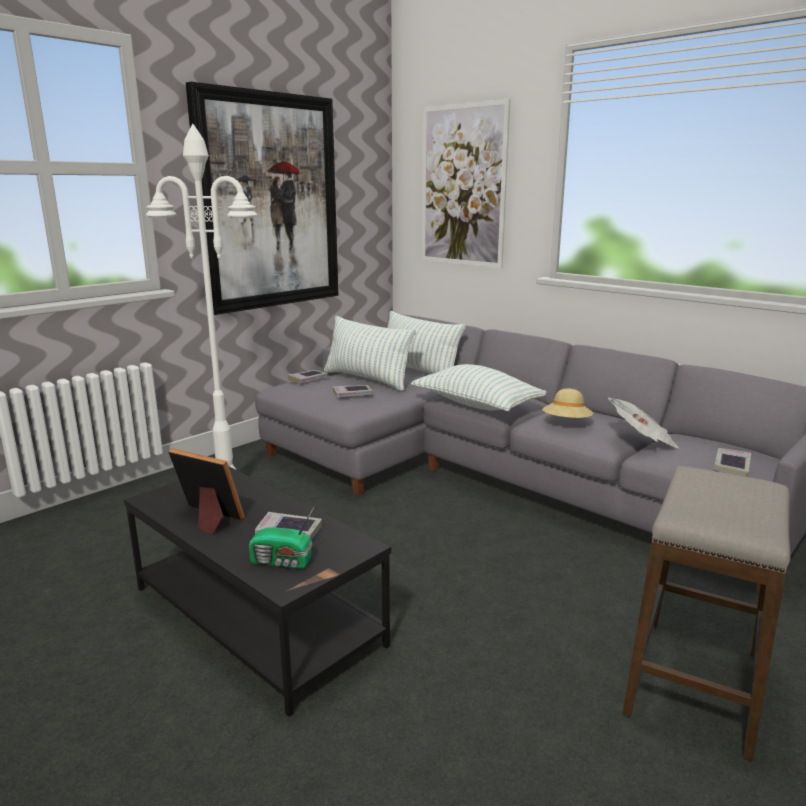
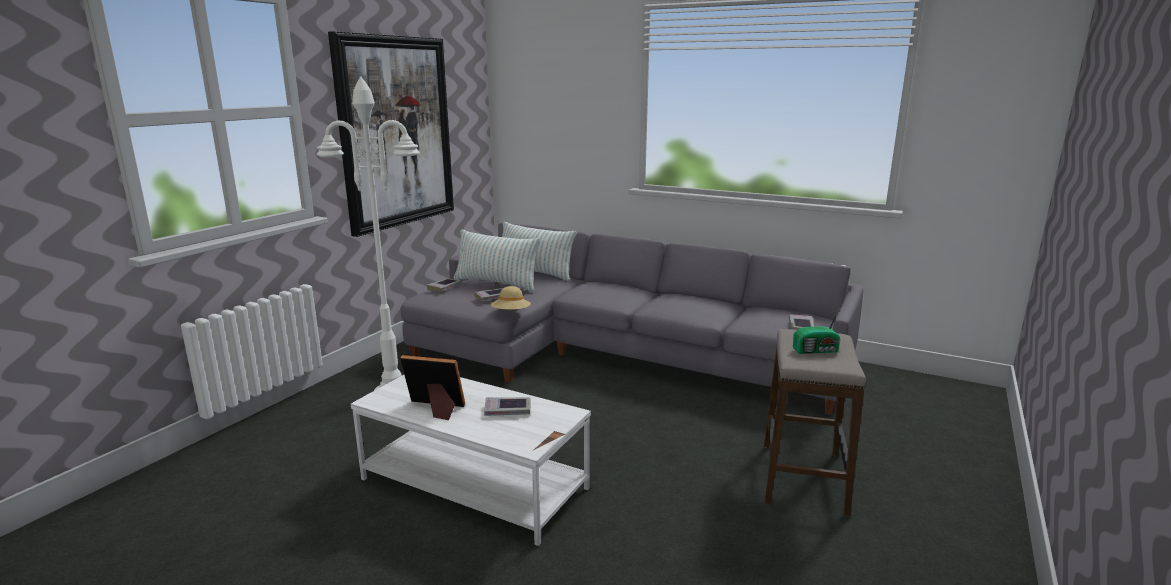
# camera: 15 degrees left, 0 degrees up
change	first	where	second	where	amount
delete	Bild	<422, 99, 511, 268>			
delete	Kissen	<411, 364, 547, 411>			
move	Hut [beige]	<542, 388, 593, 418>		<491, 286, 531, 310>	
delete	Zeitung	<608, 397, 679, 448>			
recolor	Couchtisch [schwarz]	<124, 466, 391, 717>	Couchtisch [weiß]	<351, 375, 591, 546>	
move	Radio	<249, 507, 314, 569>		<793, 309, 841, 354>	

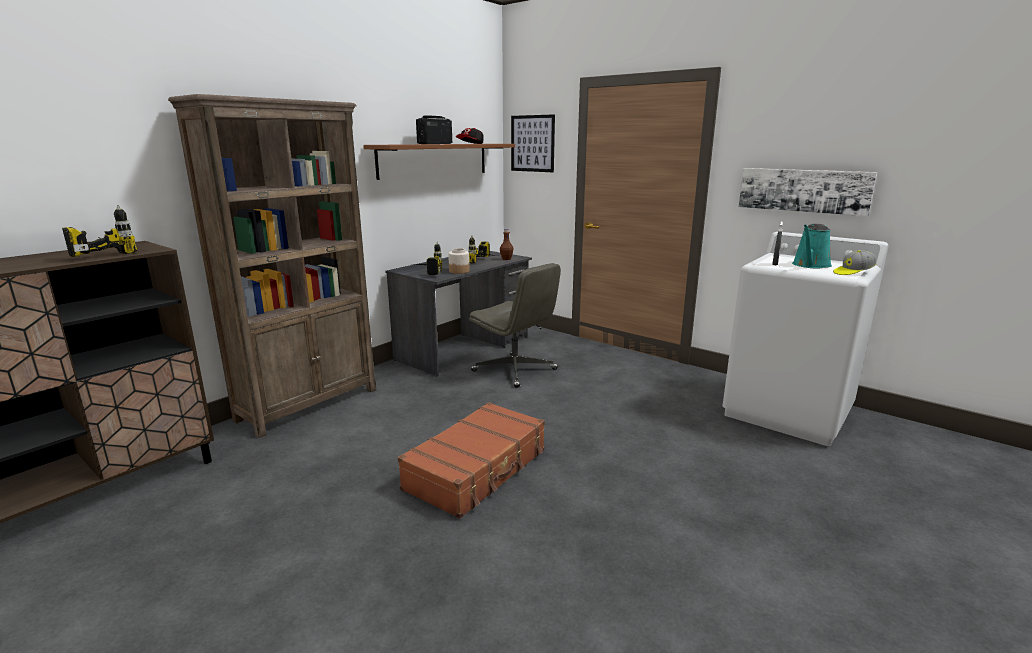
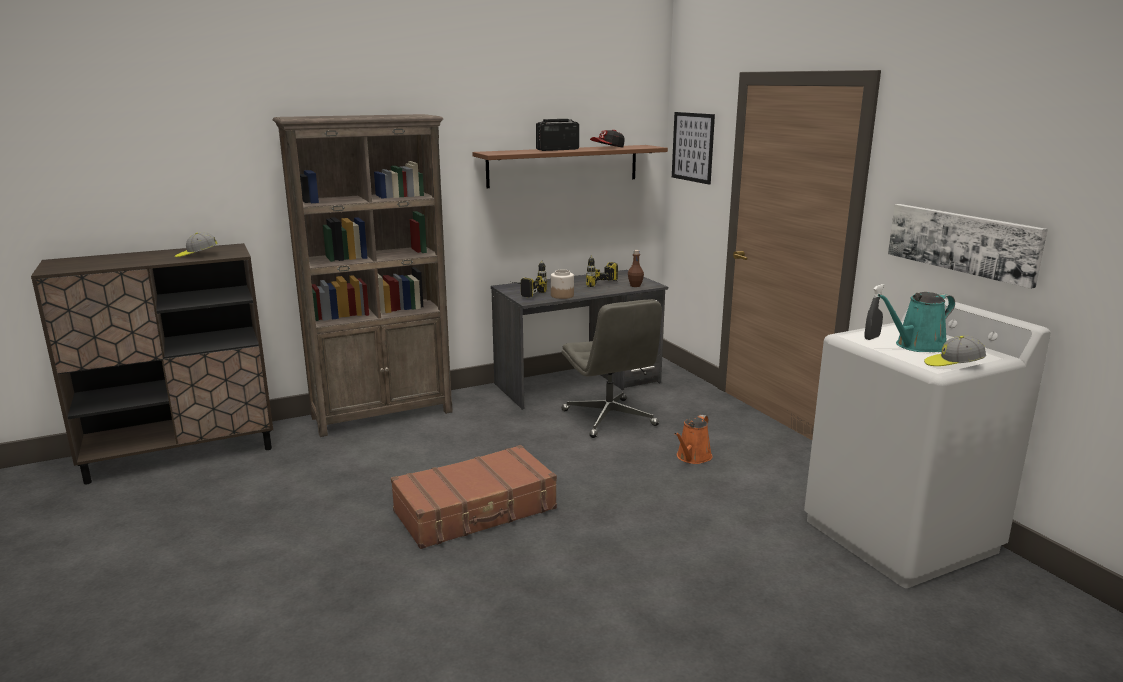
# camera: 25 degrees right, 0 degrees up
change	first	where	second	where	amount
replace	Bohrmaschine	<62, 205, 137, 257>	Kappe	<175, 232, 217, 257>	
insert			Gießkanne [orange]	<674, 415, 712, 464>	

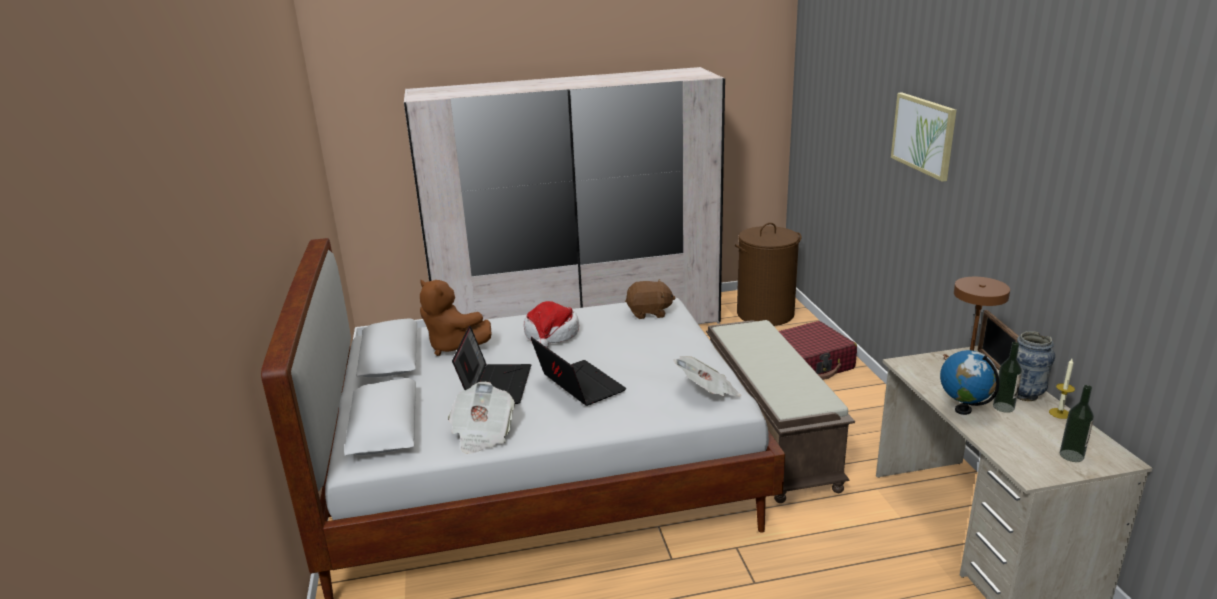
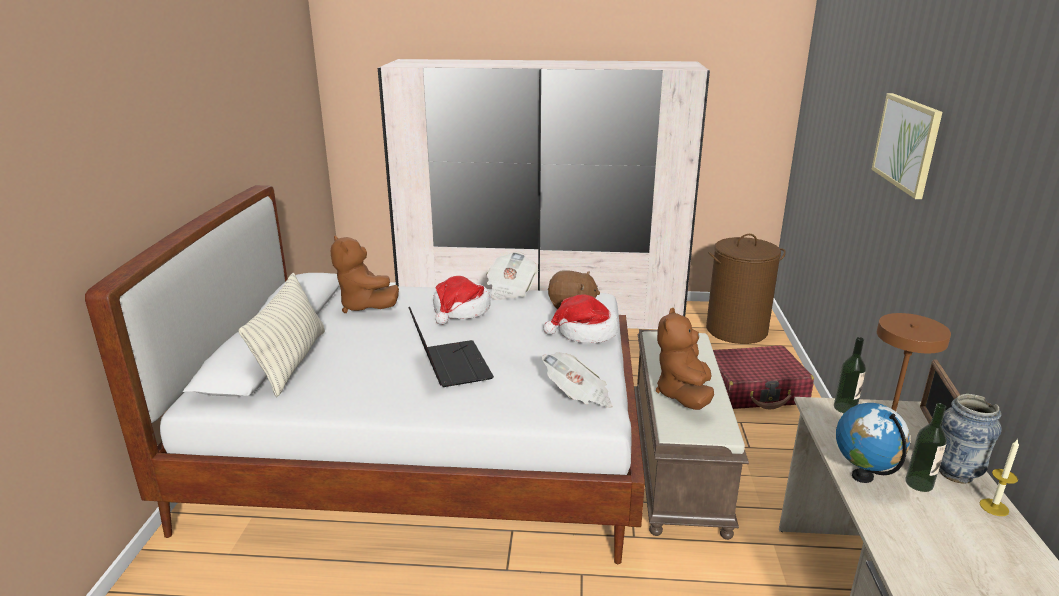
# camera: 15 degrees right, 0 degrees up
change	first	where	second	where	amount
delete	Laptop	<452, 326, 531, 404>			
move	Zeitung	<448, 382, 515, 454>		<486, 252, 538, 300>	
move	Flasche	<1060, 385, 1094, 462>		<834, 337, 866, 413>	
insert			Kissen	<239, 273, 325, 397>	
insert			Hut	<543, 294, 619, 343>	
insert			Plüschtier [braun]	<656, 308, 714, 410>	

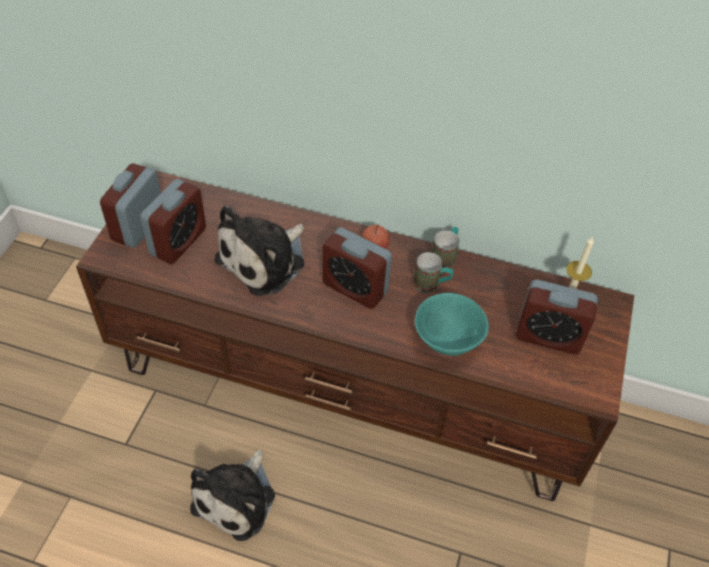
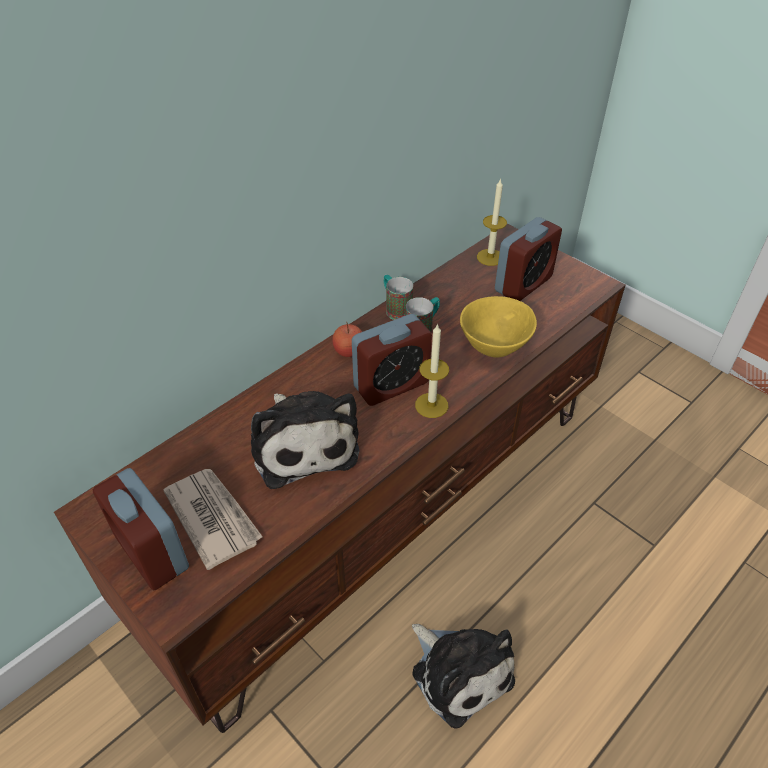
# camera: 60 degrees left, 5 degrees down
change	first	where	second	where	amount
replace	Wecker	<140, 179, 206, 264>	Zeitung	<163, 469, 263, 570>	
recolor	Schüssel [türkis]	<415, 293, 489, 356>	Schüssel [gelb]	<460, 296, 537, 358>	
insert			Kerze	<415, 323, 449, 418>	

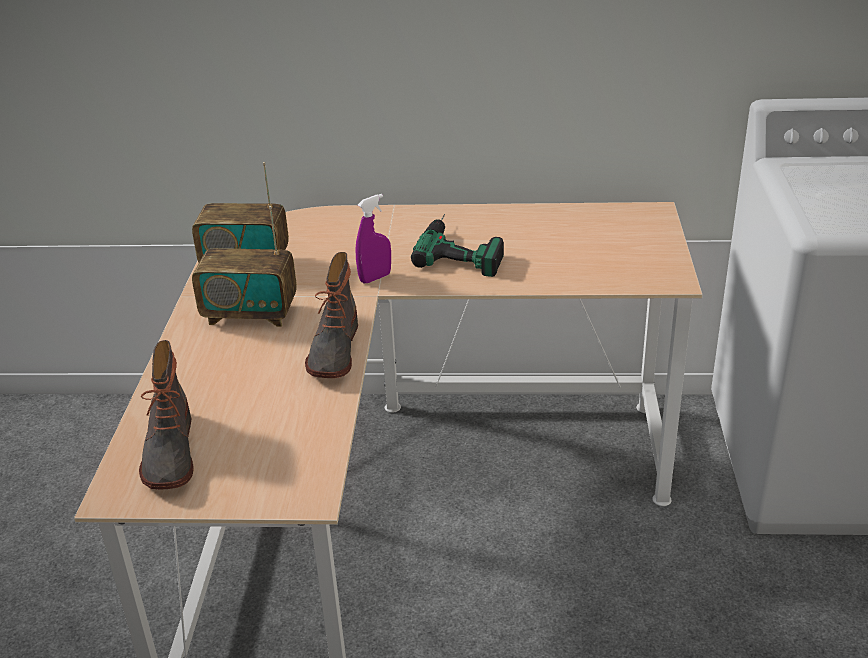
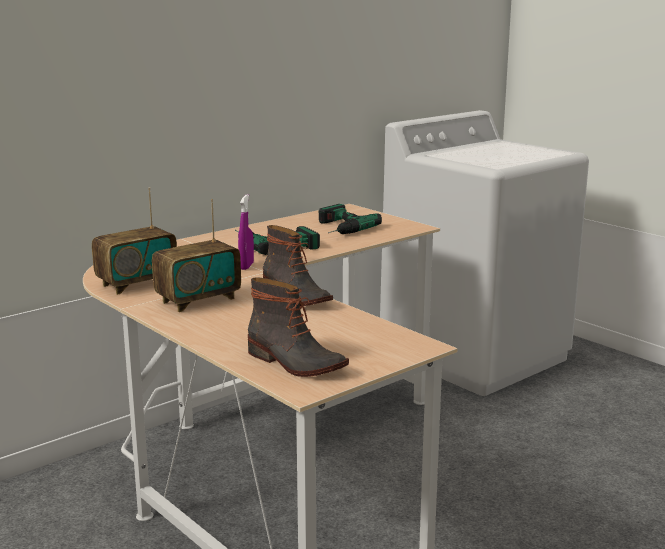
# camera: 45 degrees left, 15 degrees down
change	first	where	second	where	amount
insert			Bohrmaschine	<319, 204, 382, 234>	

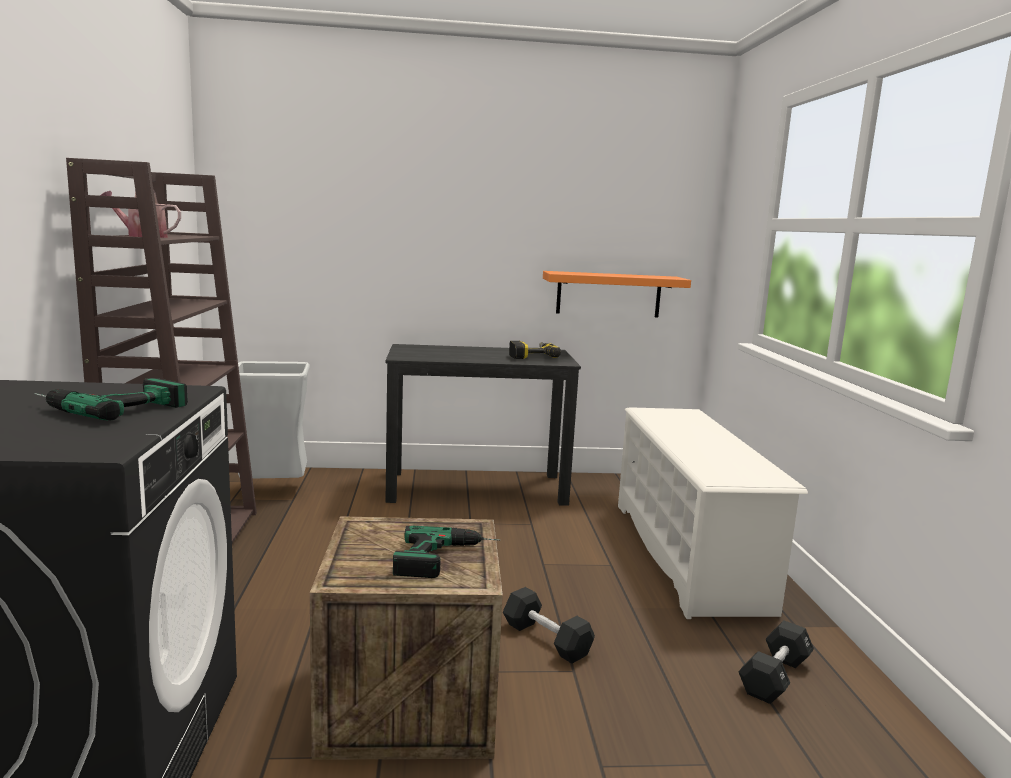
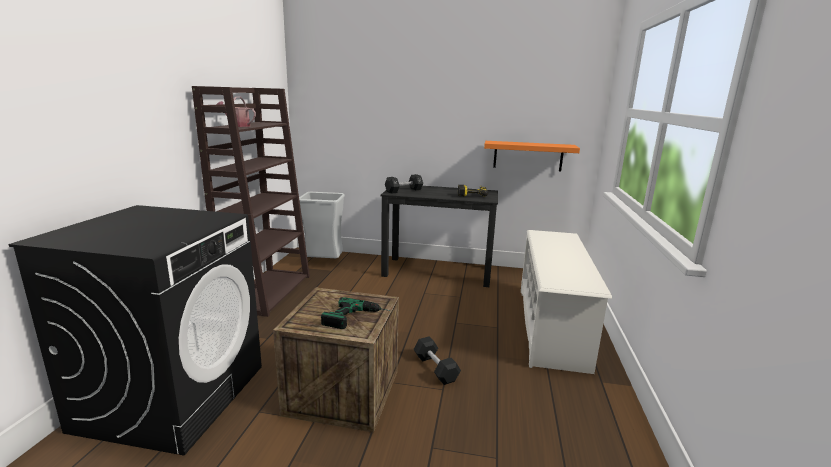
# camera: 15 degrees right, 5 degrees up
change	first	where	second	where	amount
delete	Bohrmaschine	<35, 378, 188, 420>			
move	Hantel [schwarz]	<738, 621, 814, 704>		<385, 174, 423, 194>	

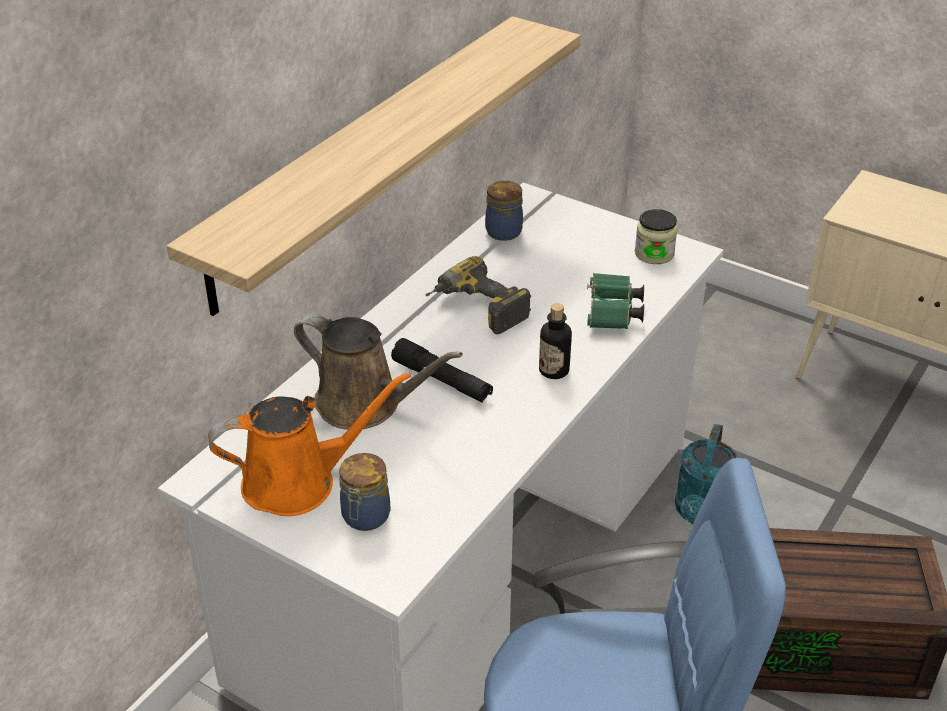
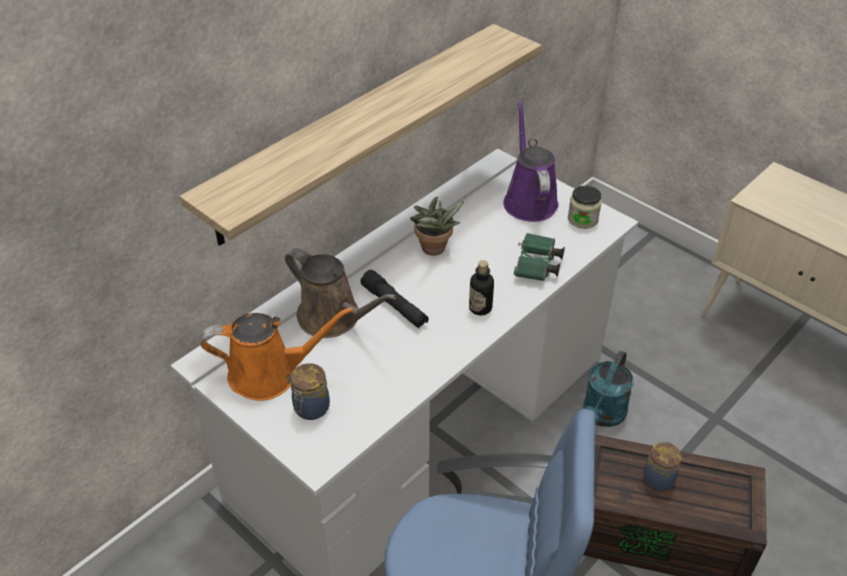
# camera: 10 degrees right, 5 degrees up
change	first	where	second	where	amount
move	Vorratsglas	<485, 181, 523, 241>		<643, 441, 682, 491>	
replace	Bohrmaschine	<425, 256, 531, 334>	Topfpflanze	<410, 196, 464, 256>	
insert			Gießkanne [lila]	<503, 101, 559, 222>	

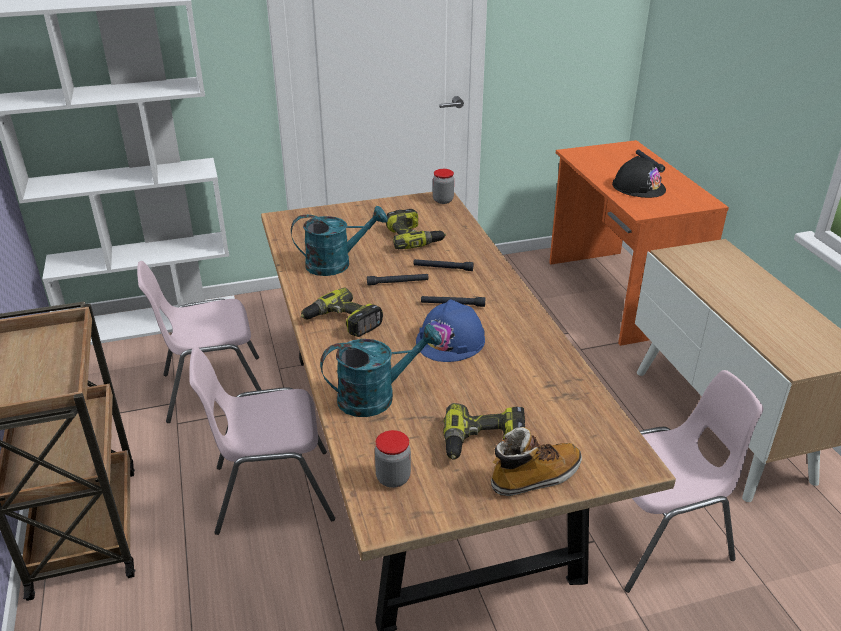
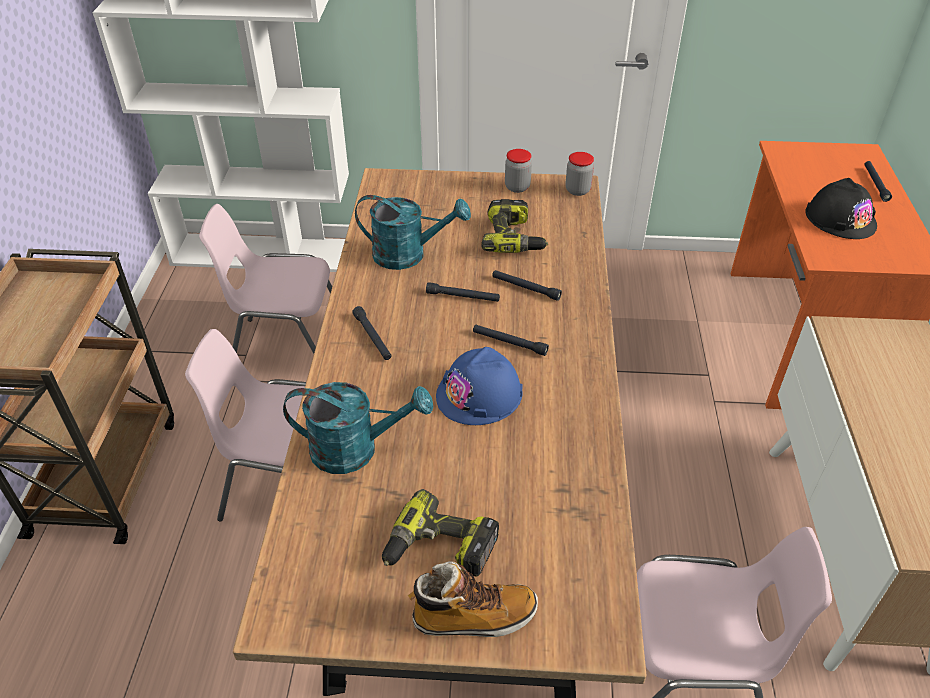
# camera: 20 degrees right, 10 degrees up
change	first	where	second	where	amount
replace	Bohrmaschine	<301, 288, 383, 337>	Taschenlampe [schwarz]	<352, 306, 392, 360>	
move	Vorratsglas	<375, 430, 411, 488>		<505, 149, 532, 193>	

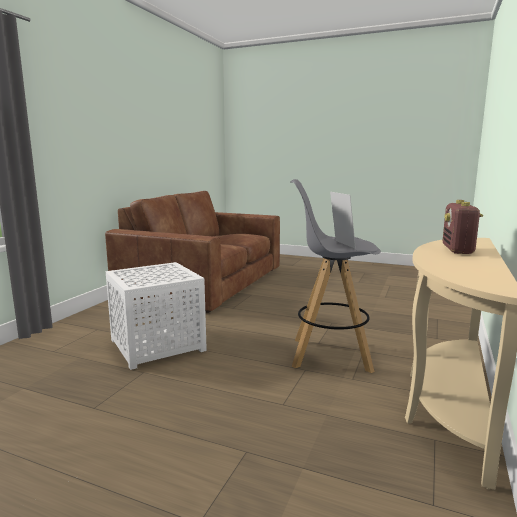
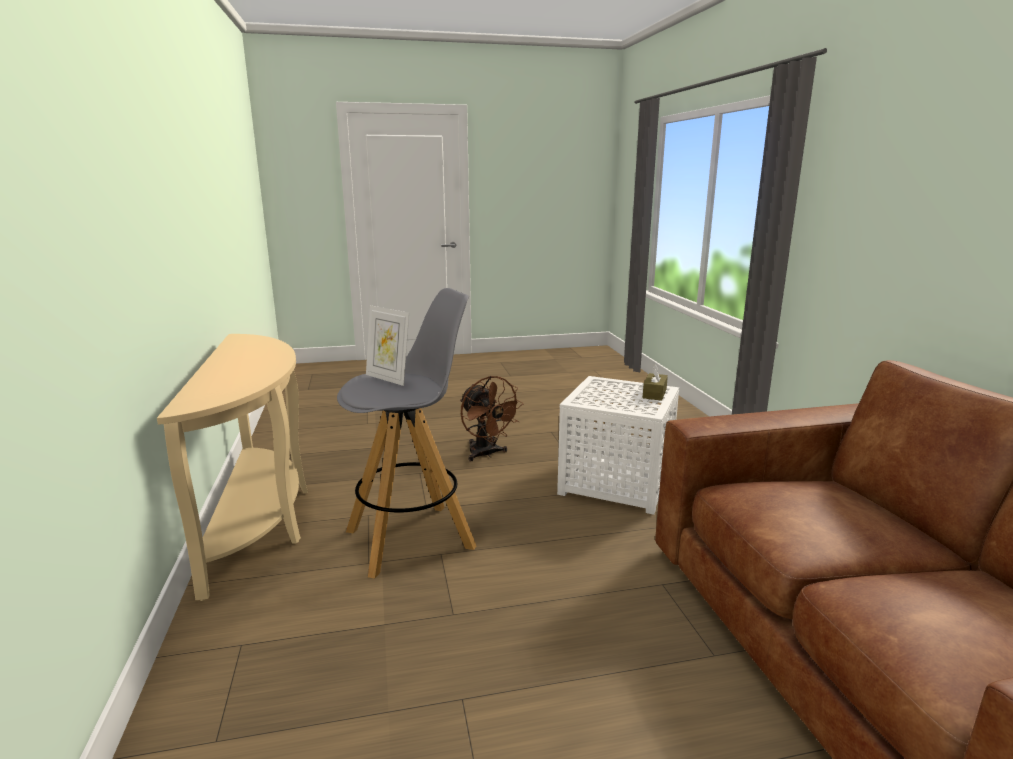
# camera: 145 degrees right, 5 degrees up
change	first	where	second	where	amount
delete	Radio	<443, 200, 483, 254>			
insert			Taschentuchbox [braun]	<643, 364, 668, 401>	
insert			Ventilator [braun]	<460, 376, 524, 461>	

